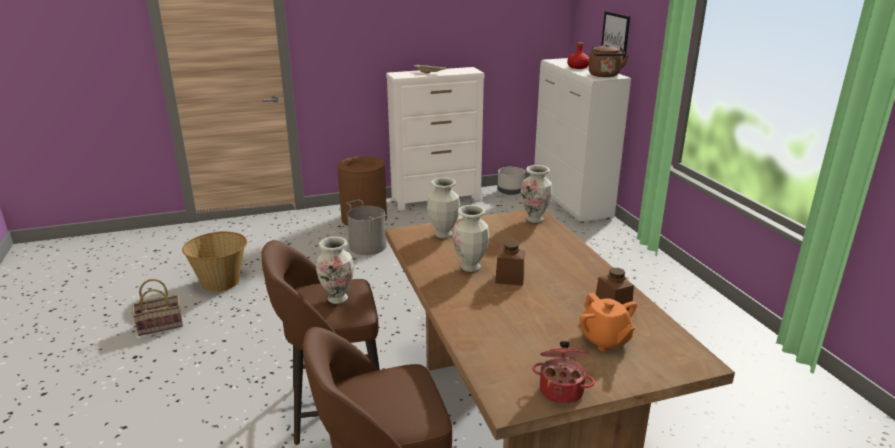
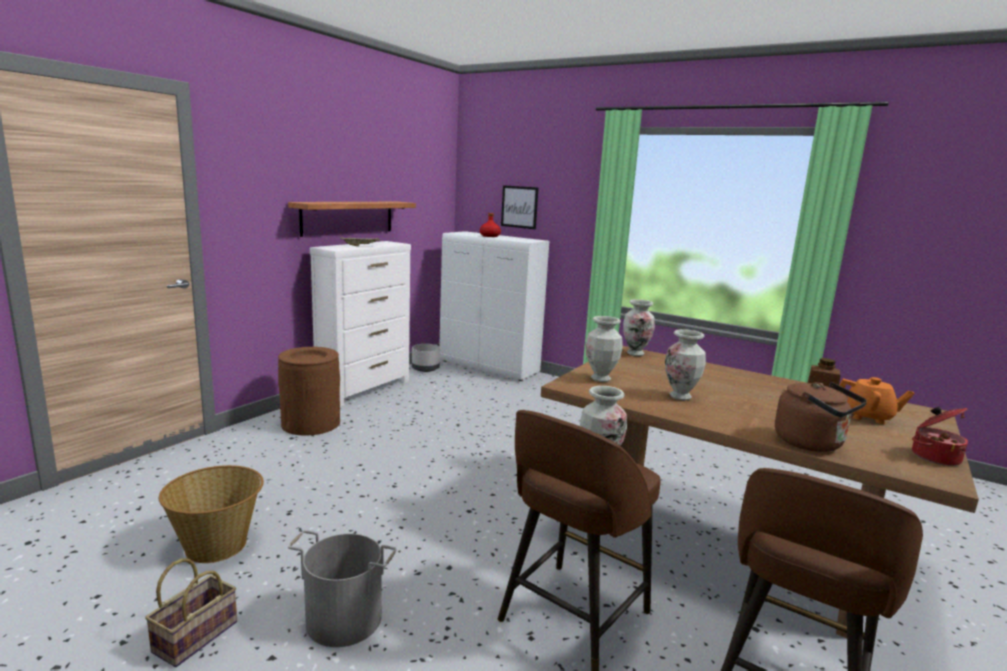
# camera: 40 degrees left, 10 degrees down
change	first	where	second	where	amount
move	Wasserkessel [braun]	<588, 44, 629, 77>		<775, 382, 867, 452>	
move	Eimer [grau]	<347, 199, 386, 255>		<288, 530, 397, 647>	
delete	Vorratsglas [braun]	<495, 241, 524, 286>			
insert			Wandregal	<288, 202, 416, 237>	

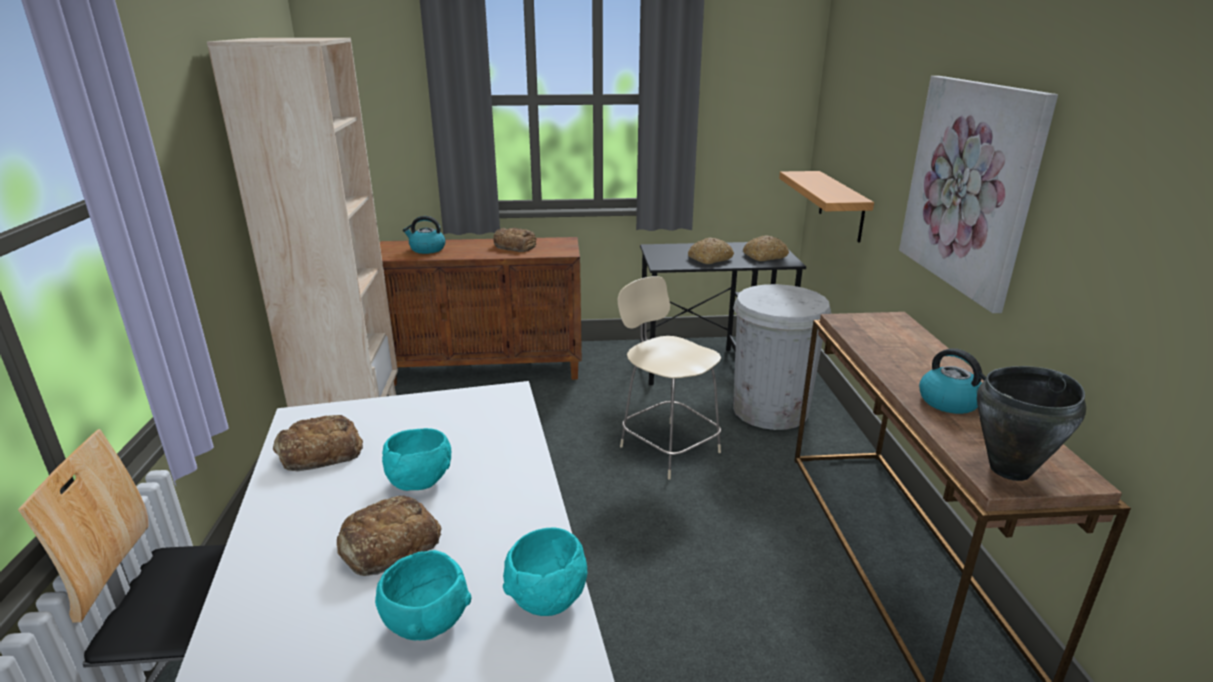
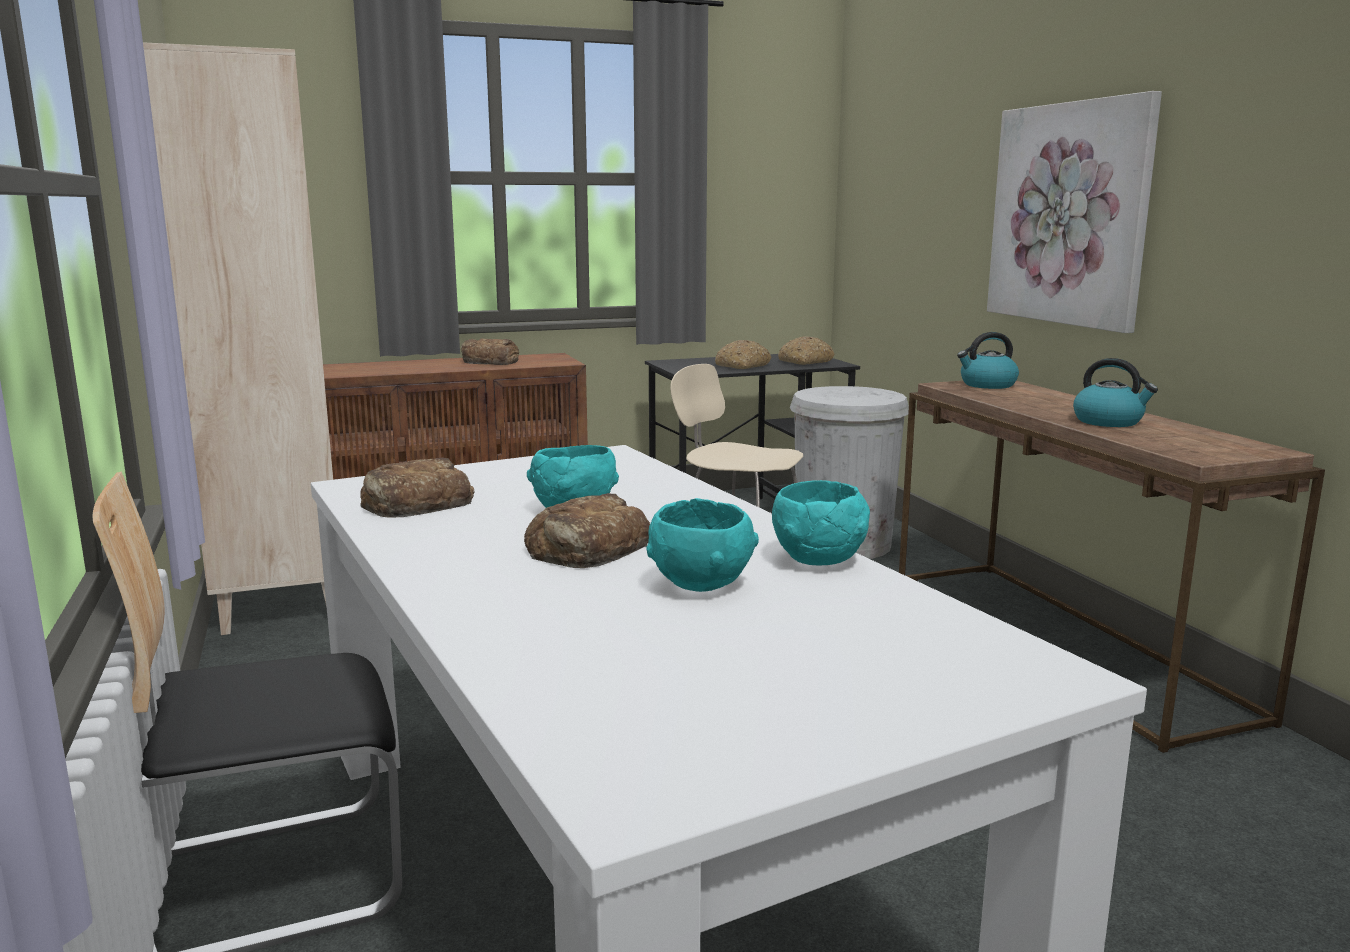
# camera: 15 degrees left, 10 degrees down
change	first	where	second	where	amount
delete	Wandregal	<779, 171, 874, 242>			
move	Wasserkessel	<403, 216, 446, 254>		<957, 332, 1019, 389>	
delete	Kochtopf [schwarz]	<977, 366, 1086, 481>			

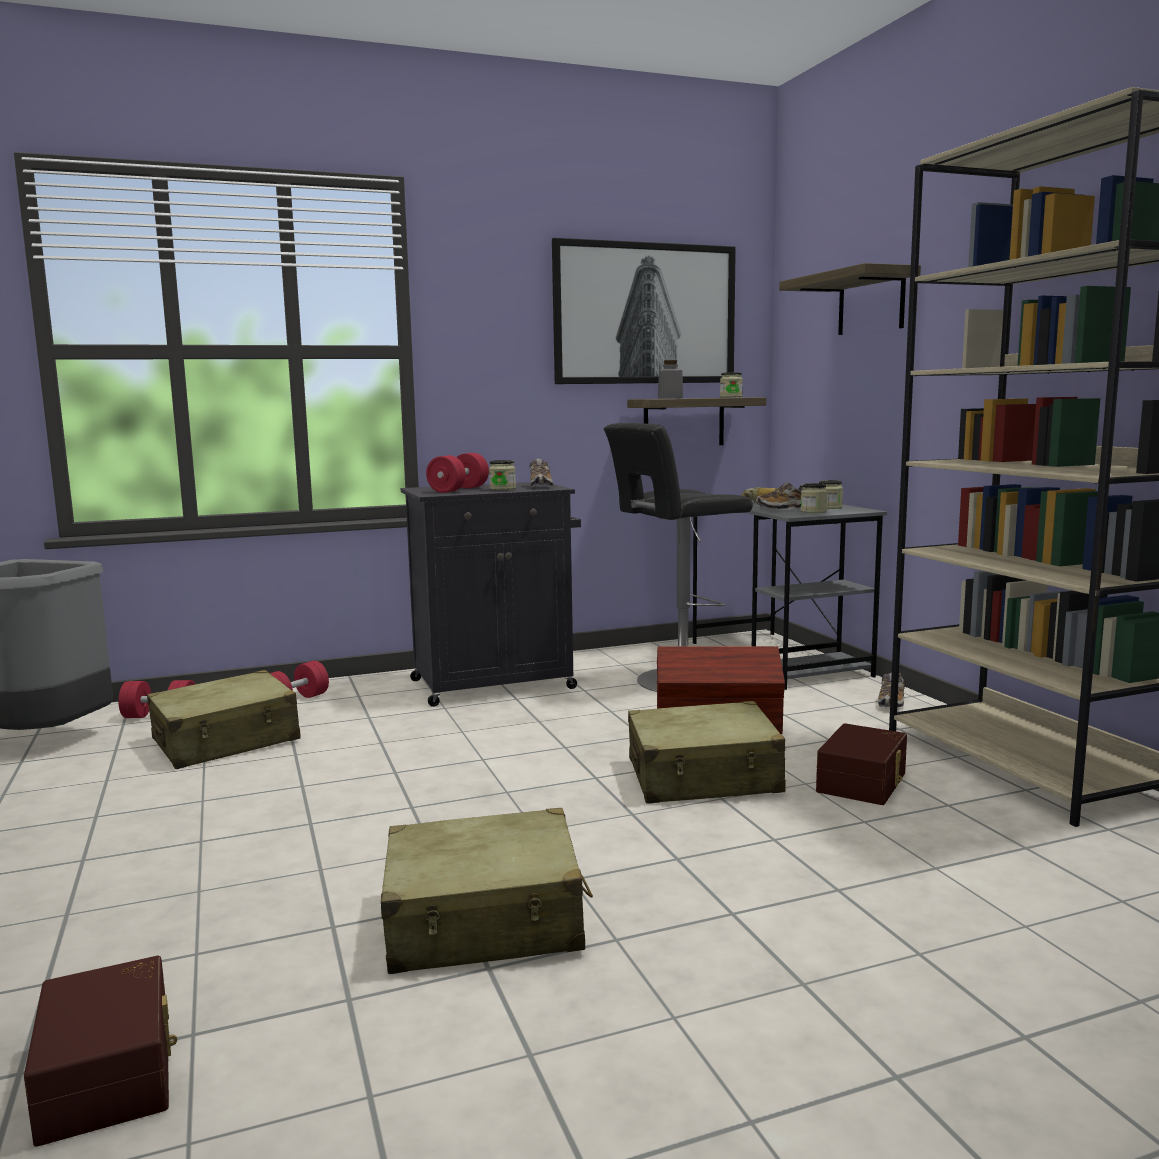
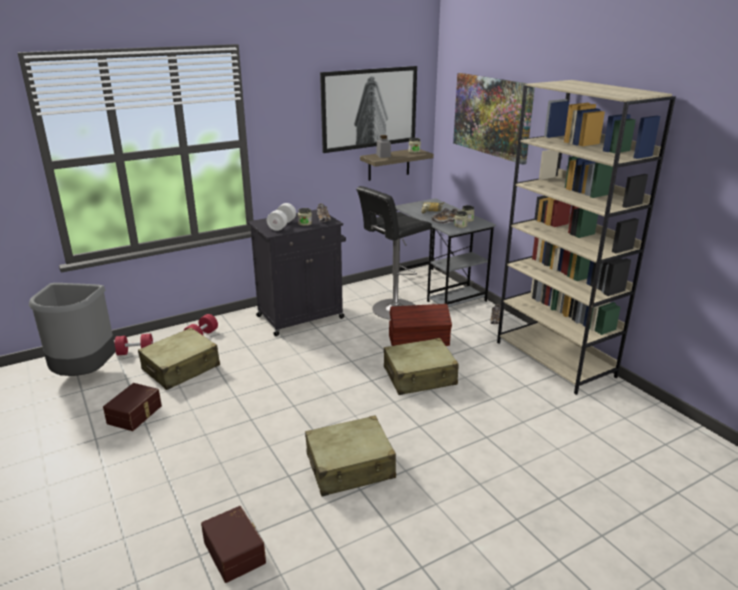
# camera: 10 degrees left, 15 degrees up
change	first	where	second	where	amount
replace	Wandregal	<779, 263, 921, 335>	Bild	<453, 73, 535, 164>	
recolor	Hantel [rot]	<426, 453, 489, 493>	Hantel [weiß]	<267, 203, 296, 231>	
move	Aufbewahrungsbox [braun]	<816, 723, 907, 805>		<103, 383, 162, 431>	

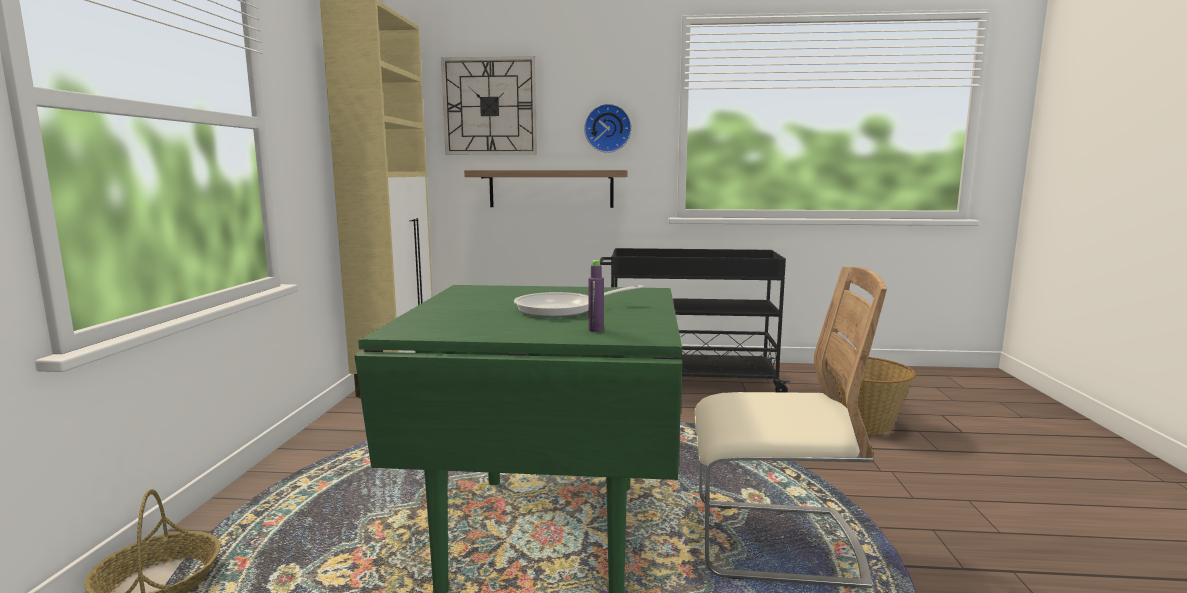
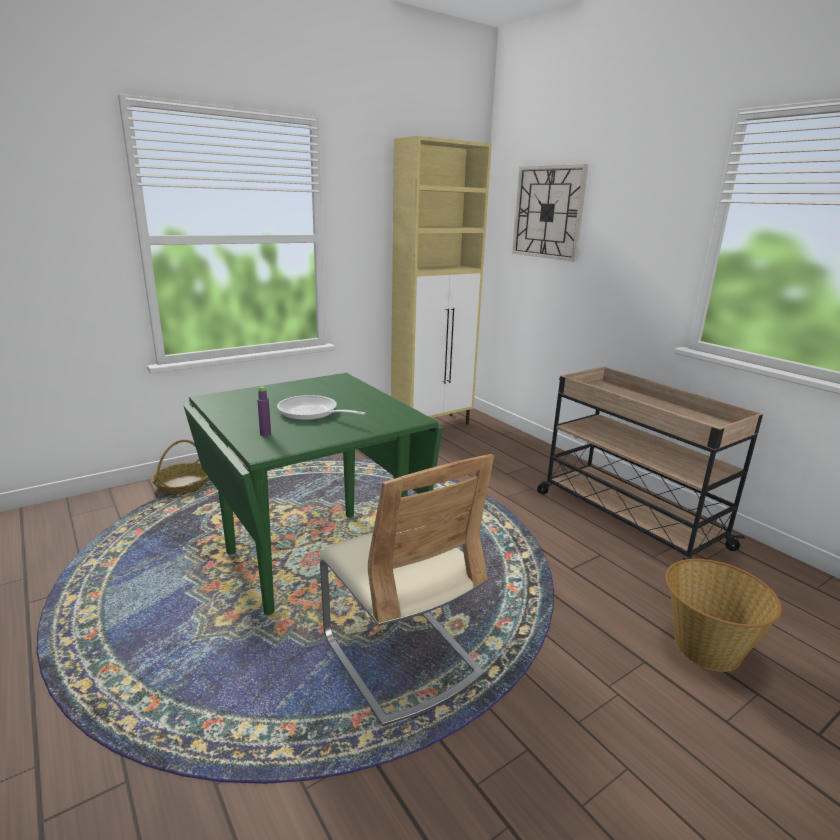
# camera: 50 degrees right, 10 degrees up
change	first	where	second	where	amount
delete	Wanduhr	<584, 104, 632, 153>			
delete	Wandregal	<464, 170, 628, 208>			
recolor	Rollwagen [schwarz]	<600, 248, 791, 393>	Rollwagen [beige]	<537, 367, 763, 560>	

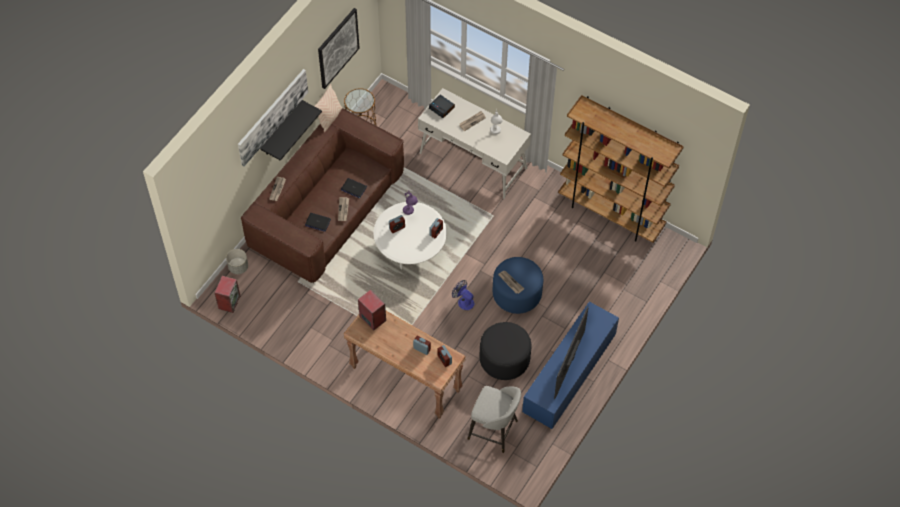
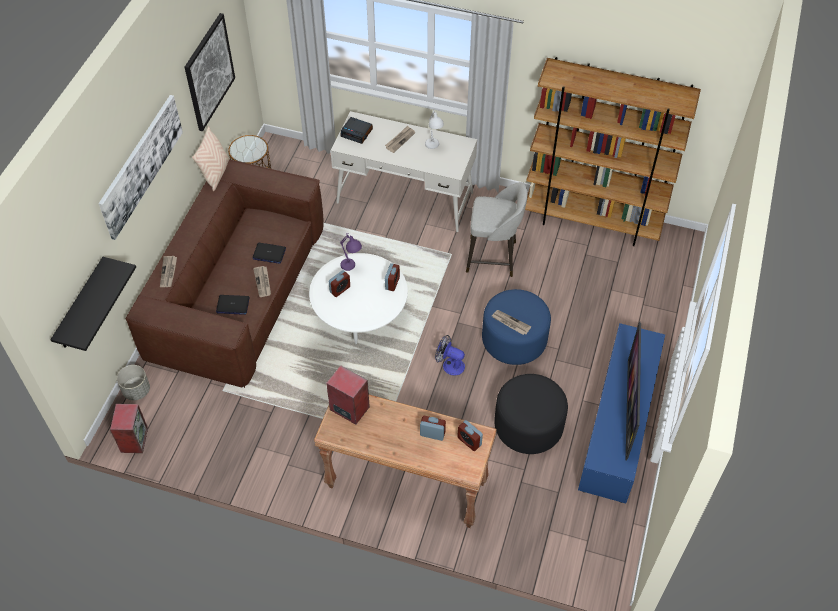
# camera: 15 degrees left, 5 degrees down
change	first	where	second	where	amount
move	Wandregal [schwarz]	<260, 100, 322, 161>		<50, 257, 136, 351>	
move	Hocker [grau]	<468, 386, 521, 453>		<466, 182, 527, 277>	

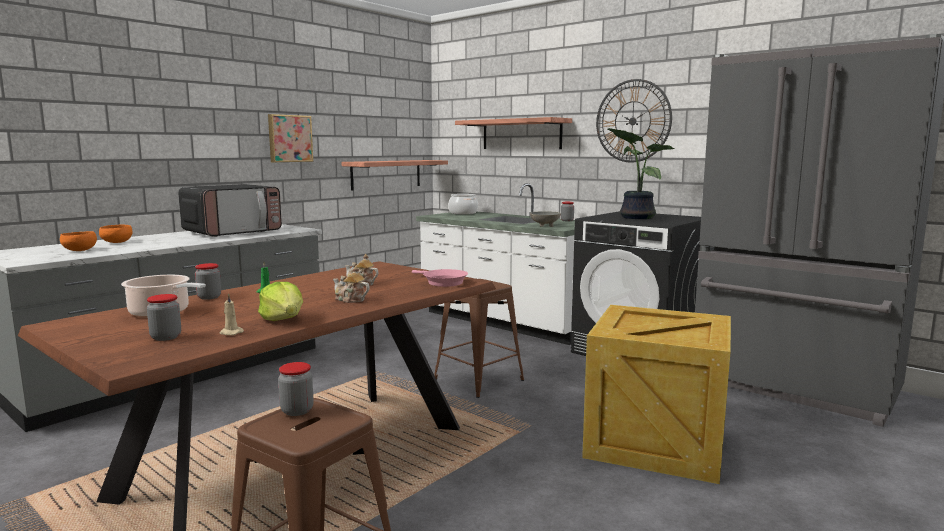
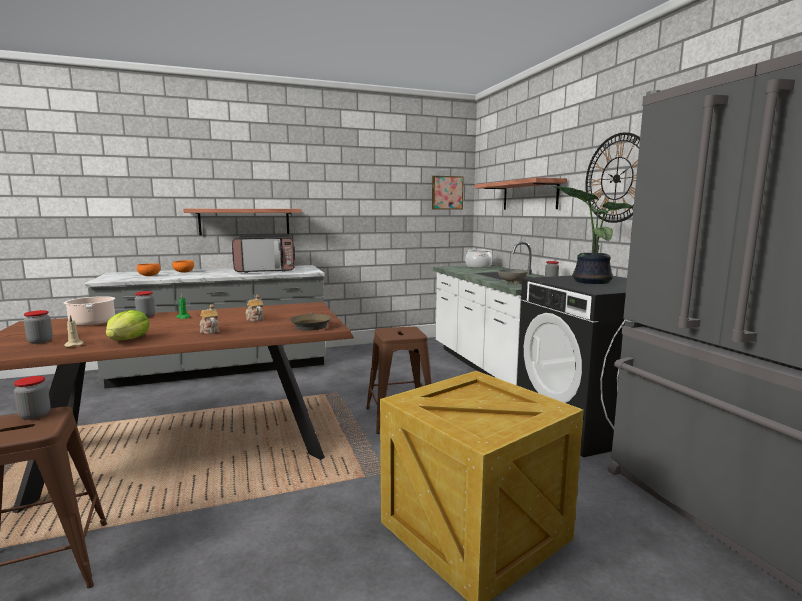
# camera: 30 degrees right, 0 degrees up
change	first	where	second	where	amount
move	Bild	<268, 114, 313, 162>		<432, 176, 464, 210>	
move	Wandregal	<342, 160, 448, 190>		<183, 209, 302, 235>	
recolor	Pfanne [rosa]	<412, 269, 468, 287>	Pfanne [braun]	<290, 312, 331, 331>	

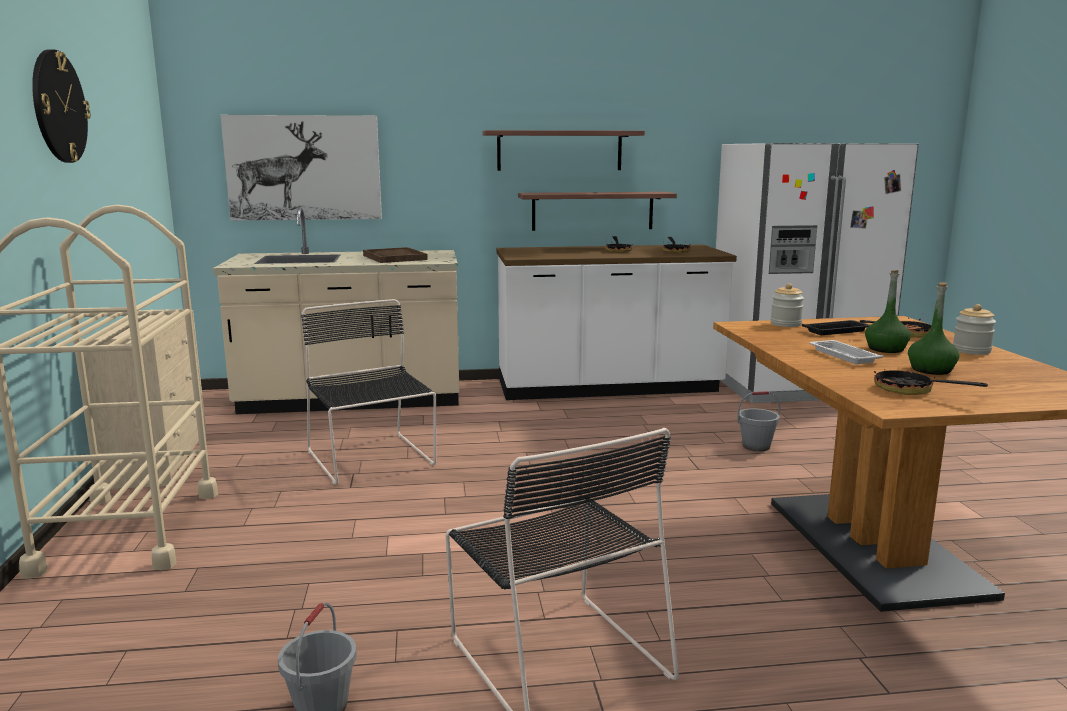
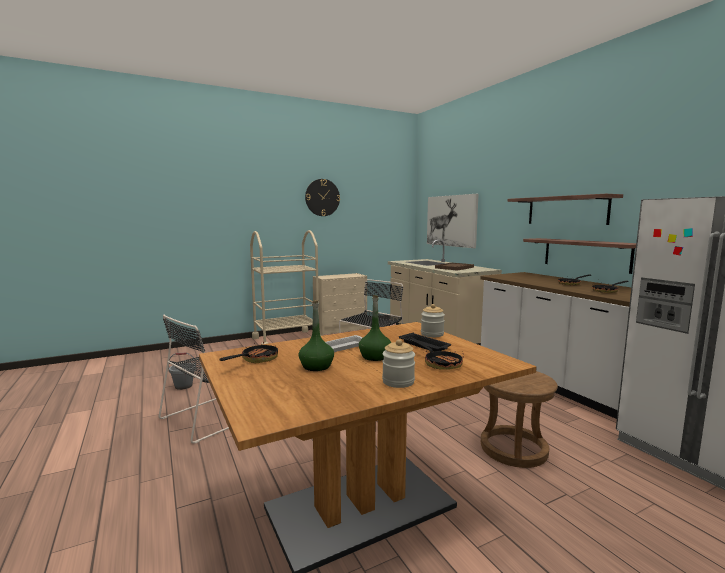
# camera: 70 degrees right, 5 degrees down
change	first	where	second	where	amount
replace	Eimer [grau]	<737, 391, 780, 451>	Hocker [braun]	<481, 371, 558, 468>	

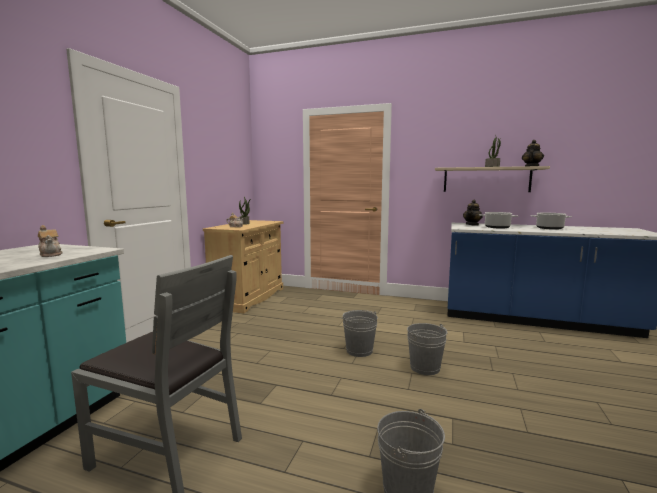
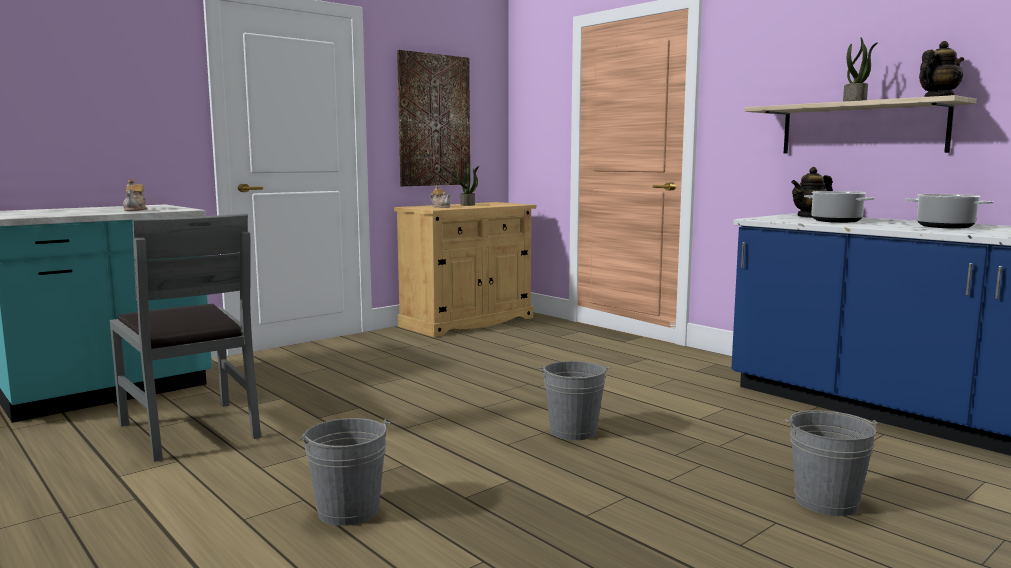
# camera: 30 degrees right, 0 degrees up
change	first	where	second	where	amount
move	Eimer [grau]	<342, 310, 378, 357>		<785, 410, 878, 516>	
insert			Bild	<397, 50, 470, 186>	

